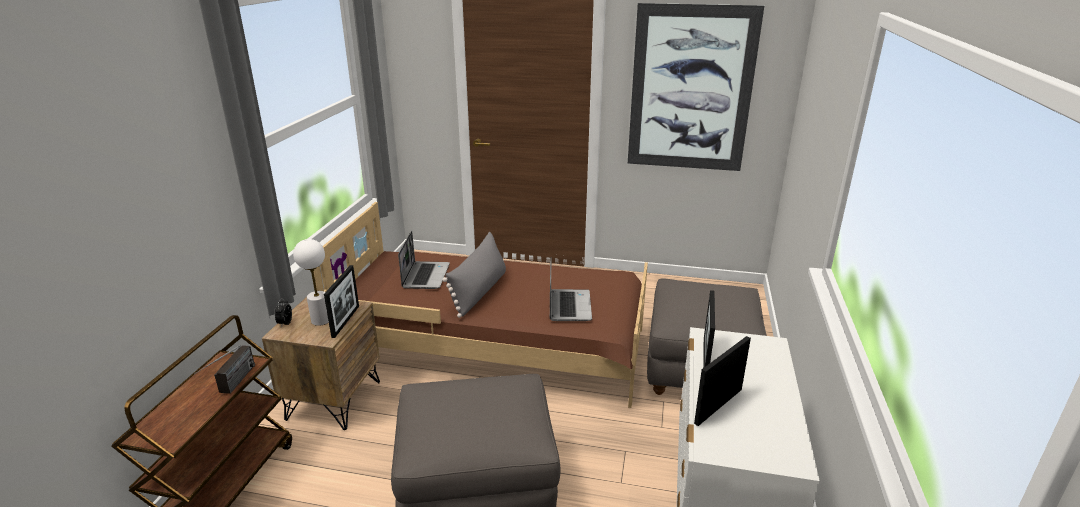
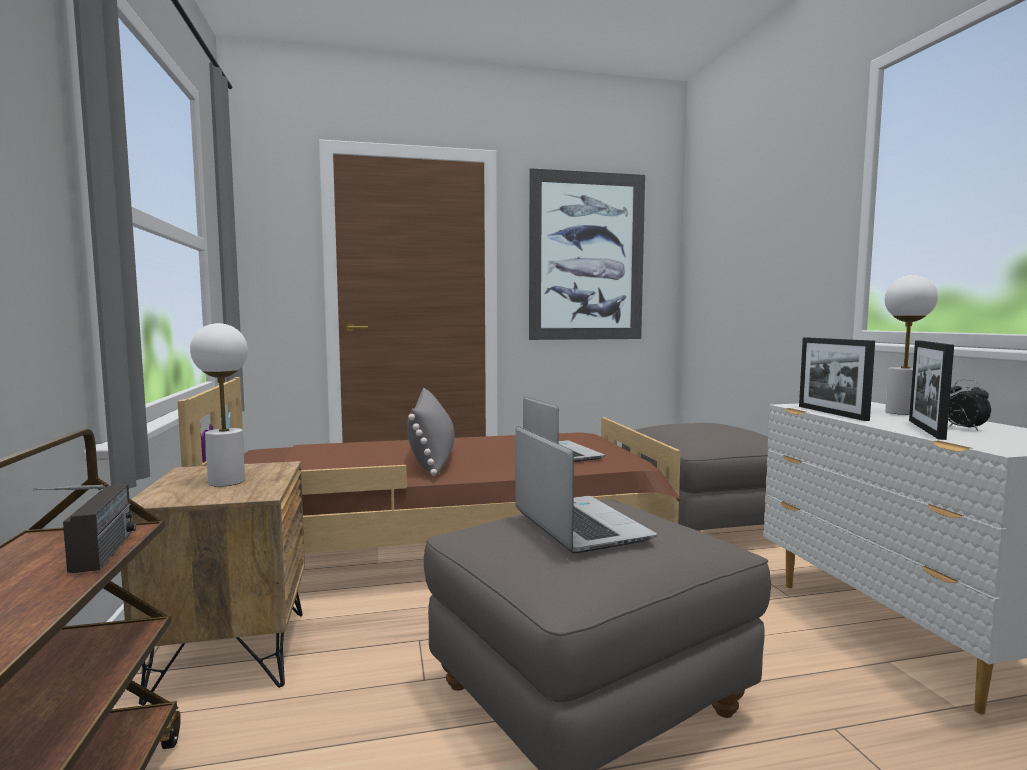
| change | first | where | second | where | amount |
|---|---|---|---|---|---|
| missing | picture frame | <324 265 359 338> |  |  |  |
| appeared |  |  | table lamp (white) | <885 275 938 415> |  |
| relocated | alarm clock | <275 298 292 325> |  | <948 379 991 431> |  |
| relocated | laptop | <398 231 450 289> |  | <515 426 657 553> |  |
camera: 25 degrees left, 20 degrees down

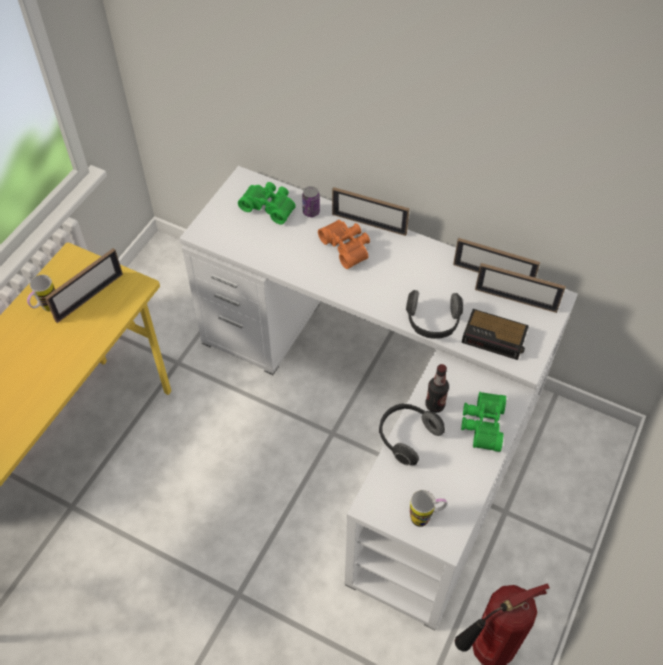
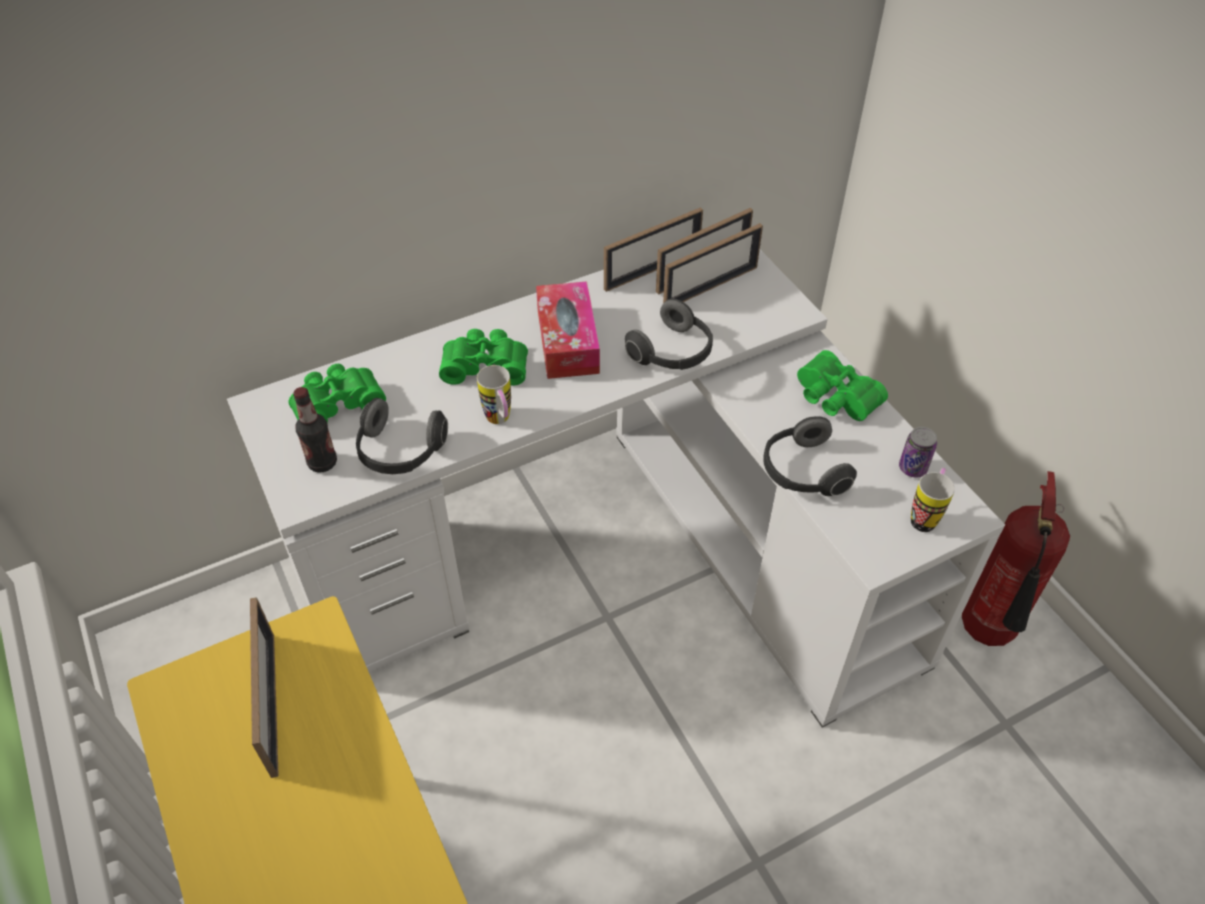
| change | first | where | second | where | amount |
|---|---|---|---|---|---|
| missing | alarm clock | <461 309 529 360> |  |  |  |
| appeared |  |  | headphones | <356 398 448 474> |  |
| appeared |  |  | tissue box | <536 281 600 379> |  |
| relocated | mug | <27 275 55 311> |  | <477 365 511 424> |  |
| relocated | can | <302 186 320 217> |  | <899 427 937 477> |  |
| relocated | picture frame | <332 187 410 236> |  | <663 223 763 303> |  |
| relocated | bottle | <425 364 449 413> |  | <293 387 337 473> |  |
| colour | binoculars (orange) | <318 220 370 269> | binoculars (green) | <439 329 528 386> |  |
camera: 55 degrees left, 5 degrees down

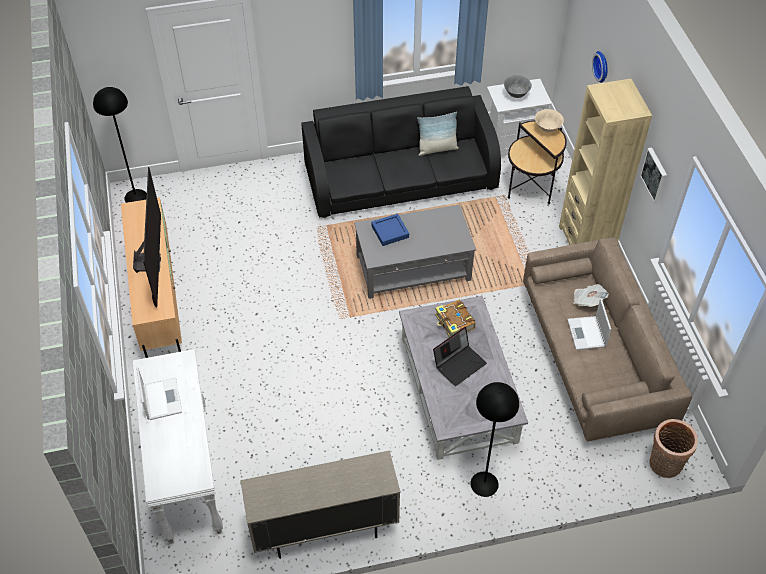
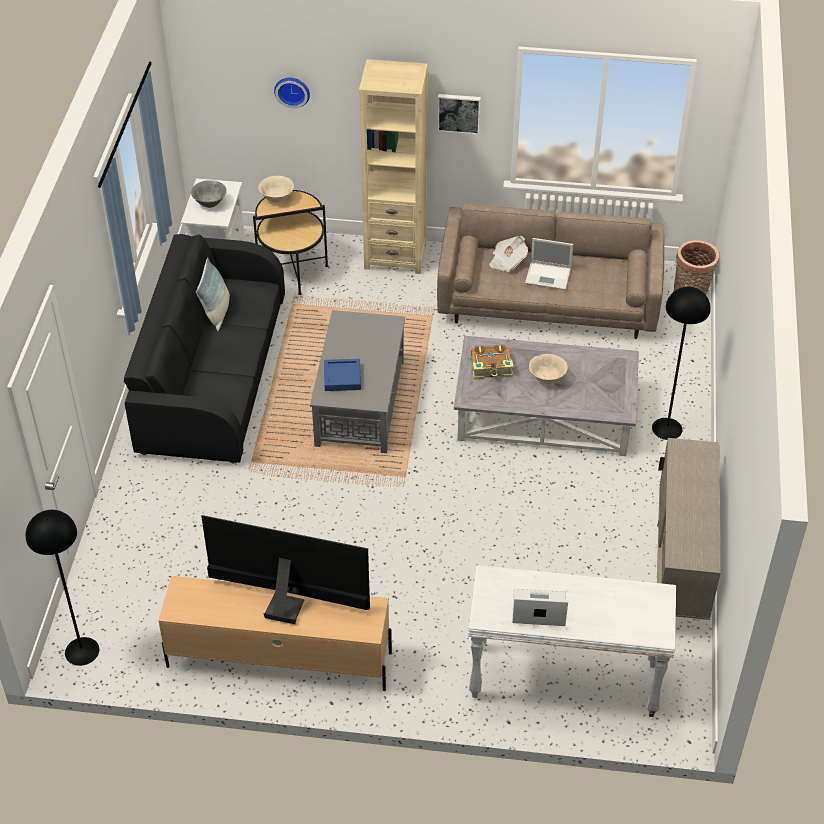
| change | first | where | second | where | amount |
|---|---|---|---|---|---|
| exchanged | laptop | <433 327 487 386> | bowl (beige) | <529 354 568 384> |  |
camera: 70 degrees left, 5 degrees down

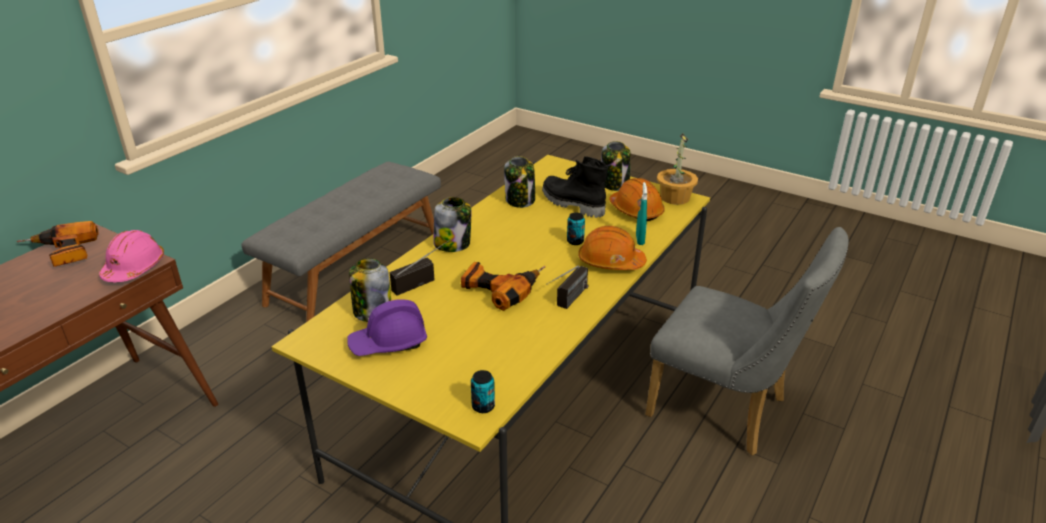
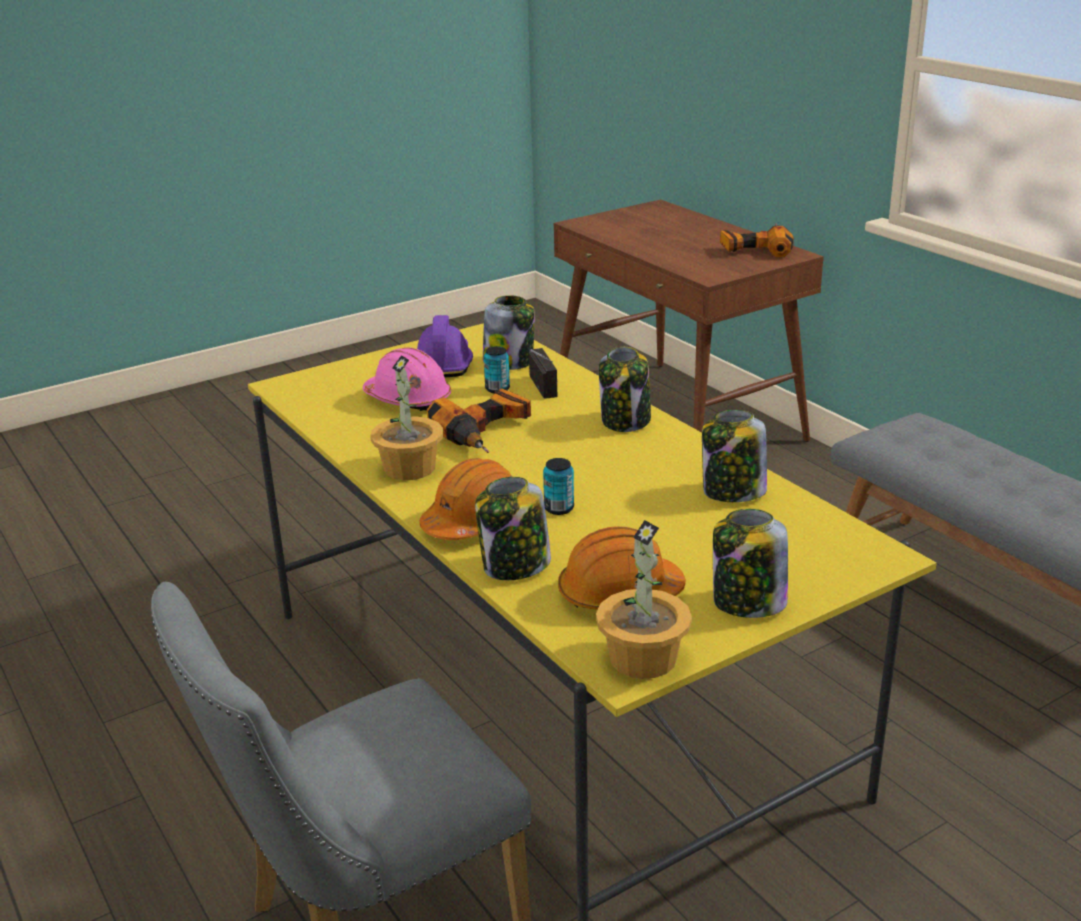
| change | first | where | second | where | amount |
|---|---|---|---|---|---|
| missing | boot (black) | <542 156 608 218> |  |  |  |
| relocated | hard hat (pink) | <99 230 164 282> |  | <363 348 451 411> |  |
| relocated | can | <471 370 495 413> |  | <484 346 510 393> |  |
| exchanged | radio | <546 266 589 309> | potted plant | <370 355 443 480> |  |
| exchanged | spray bottle (turquoise) | <636 182 647 245> | jar | <475 477 551 580> |  |
camera: 115 degrees right, 5 degrees down

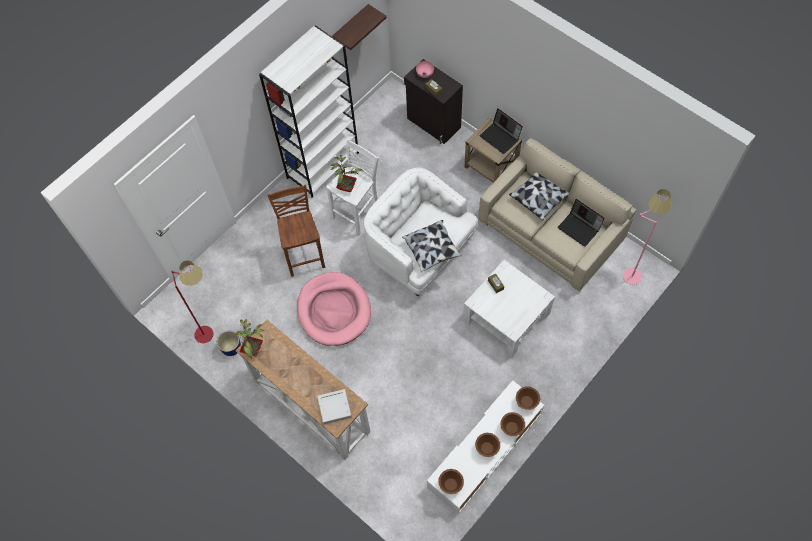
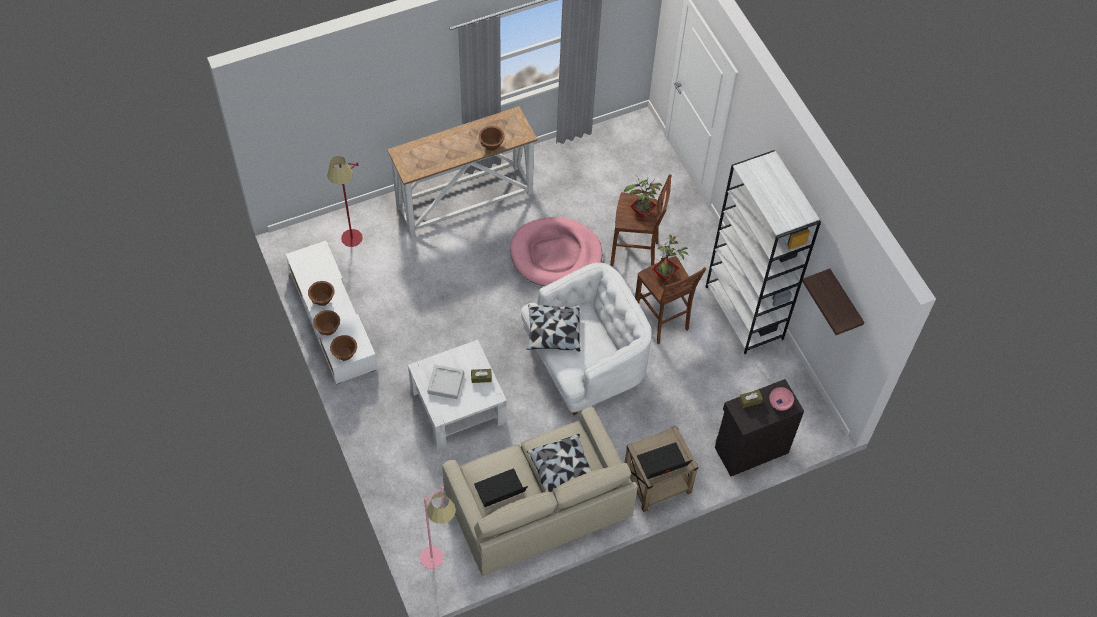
| change | first | where | second | where | amount |
|---|---|---|---|---|---|
| missing | planter | <217 331 241 356> |  |  |  |
| relocated | floor lamp (red) | <171 260 213 343> |  | <327 156 363 247> |  |
| relocated | potted plant | <236 319 265 359> |  | <624 177 662 218> |  |
| relocated | tray (grey) | <317 389 352 424> |  | <427 365 464 399> |  |
| relocated | bowl (brown) | <439 469 464 494> |  | <479 126 505 151> |  |
| colour | stool (white) | <326 139 379 235> | stool (brown) | <635 256 706 344> |  |
camera: 110 degrees right, 5 degrees down

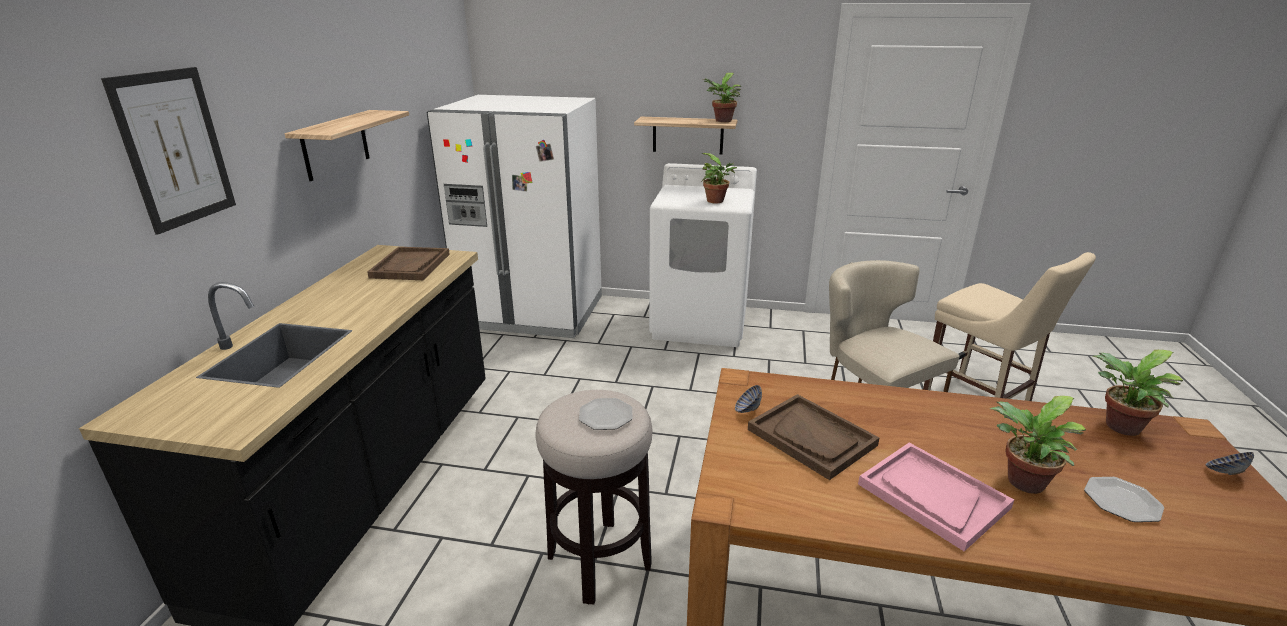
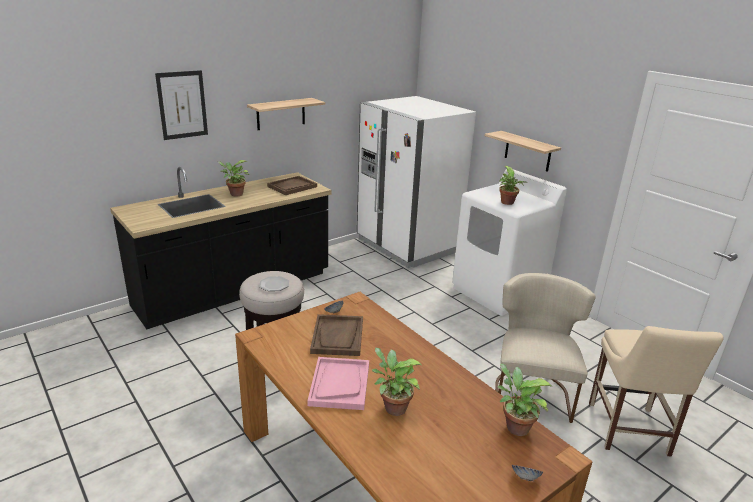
| change | first | where | second | where | amount |
|---|---|---|---|---|---|
| missing | plate | <1084 477 1164 522> |  |  |  |
| relocated | potted plant | <703 73 741 122> |  | <218 160 249 197> |  |
camera: 40 degrees right, 0 degrees up

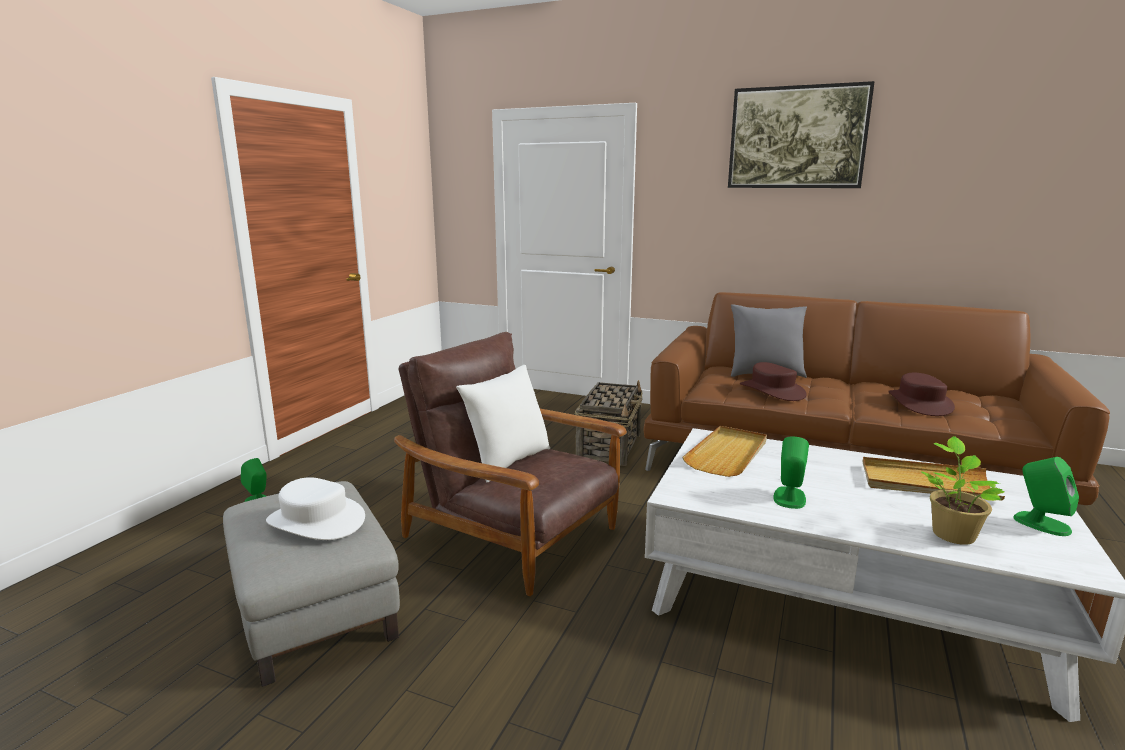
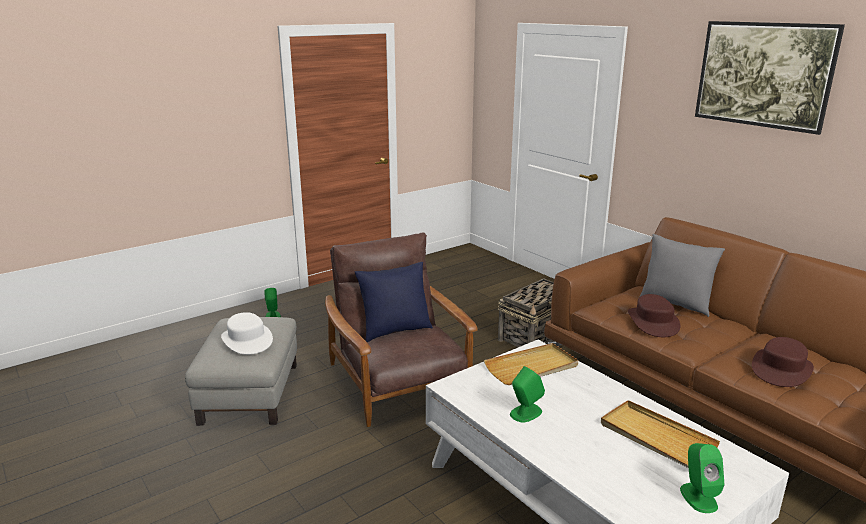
| change | first | where | second | where | amount |
|---|---|---|---|---|---|
| missing | potted plant | <921 436 1004 545> |  |  |  |
| colour | pillow (white) | <456 365 550 482> | pillow (blue) | <355 262 433 342> |  |
camera: 30 degrees right, 5 degrees up

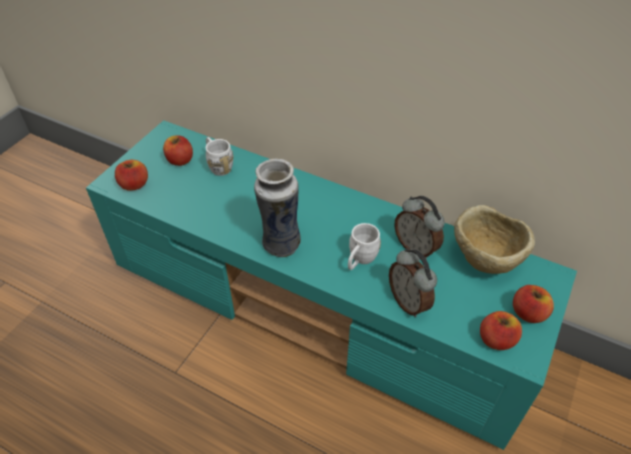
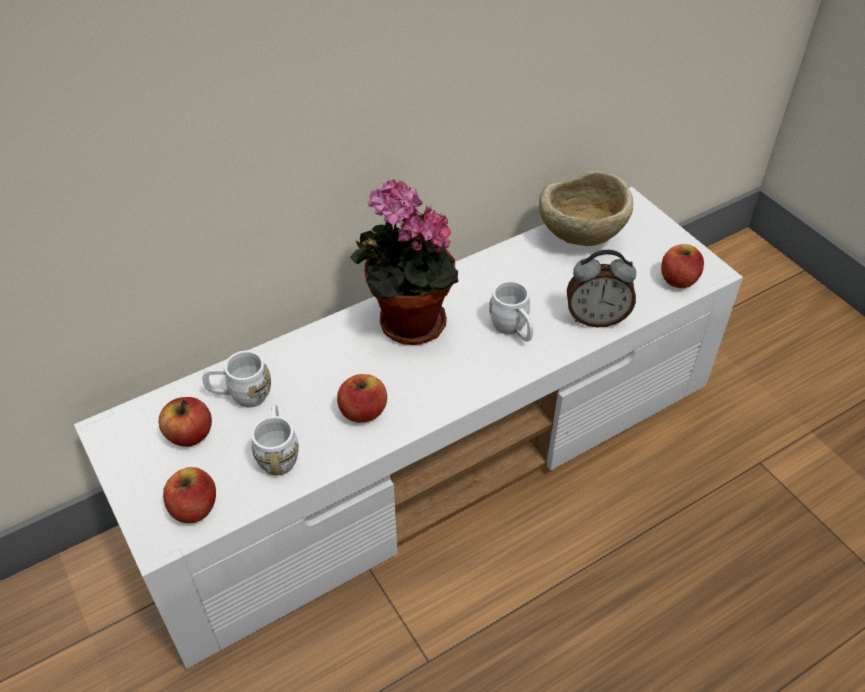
| change | first | where | second | where | amount |
|---|---|---|---|---|---|
| missing | vase | <254 159 301 257> |  |  |  |
| missing | alarm clock | <394 196 445 259> |  |  |  |
| appeared |  |  | mug (white) | <251 404 299 476> |  |
| appeared |  |  | potted plant | <350 180 459 345> |  |
| relocated | apple | <513 285 554 323> |  | <337 374 387 423> |  |
| colour | tv stand (turquoise) | <86 120 577 450> | tv stand (white) | <74 187 743 669> |  |
camera: 60 degrees left, 0 degrees up

